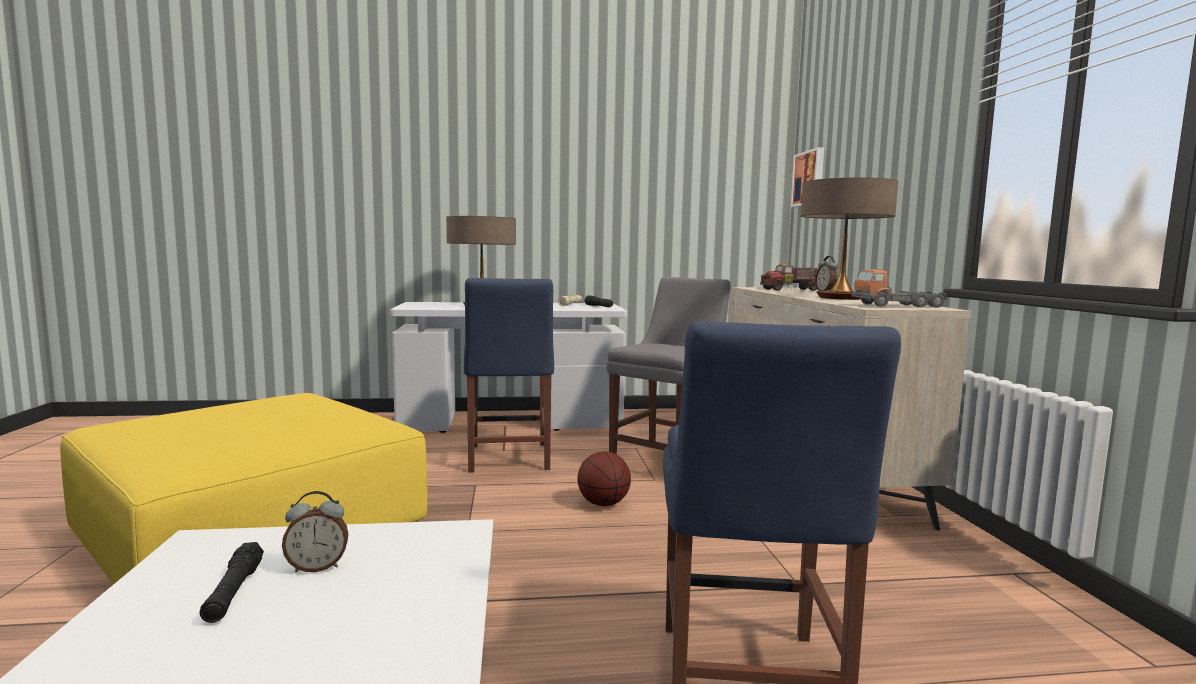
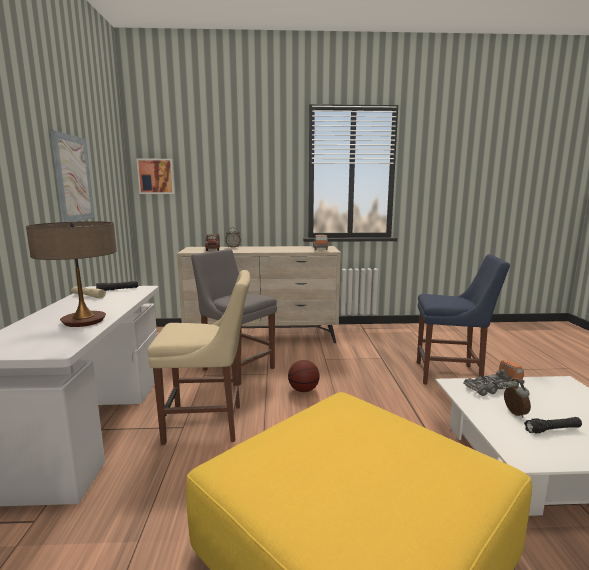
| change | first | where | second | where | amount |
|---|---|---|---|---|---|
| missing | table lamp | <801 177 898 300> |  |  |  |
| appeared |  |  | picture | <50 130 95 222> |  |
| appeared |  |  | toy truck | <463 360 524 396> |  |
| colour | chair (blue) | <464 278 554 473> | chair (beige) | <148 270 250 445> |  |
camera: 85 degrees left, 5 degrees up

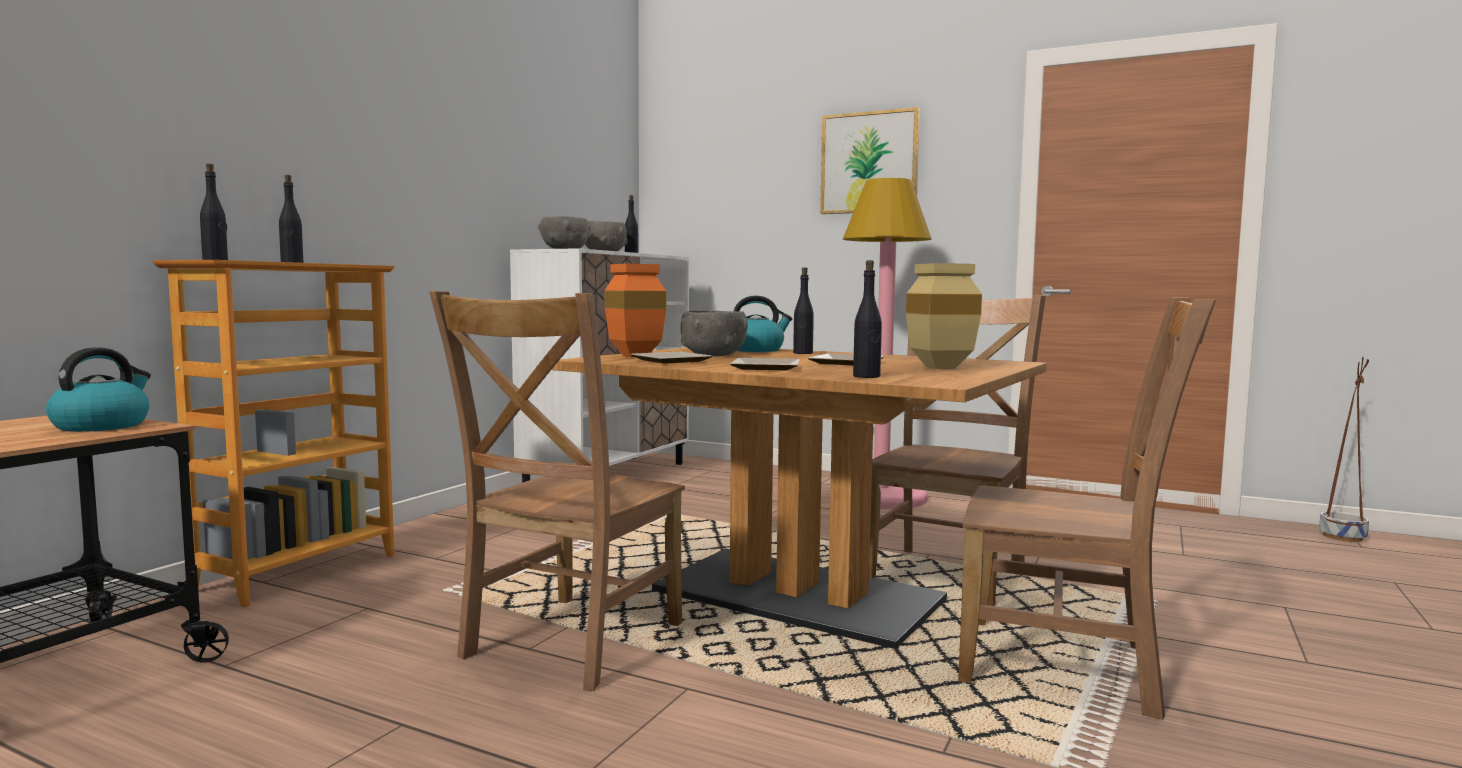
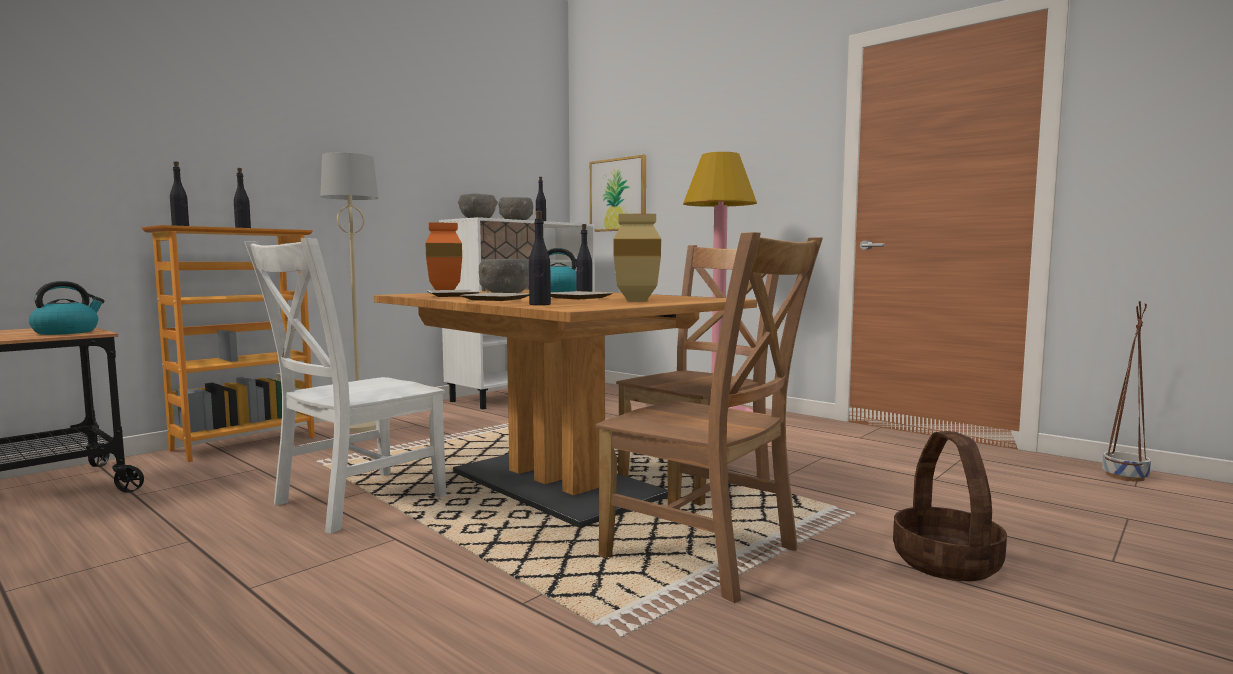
| change | first | where | second | where | amount |
|---|---|---|---|---|---|
| appeared |  |  | floor lamp (beige) | <320 152 378 432> |  |
| appeared |  |  | basket | <893 431 1007 581> |  |
| relocated | picture | <820 107 920 214> |  | <590 155 646 232> |  |
| colour | chair (brown) | <429 291 685 691> | chair (white) | <244 238 446 534> |  |
camera: 15 degrees right, 0 degrees up

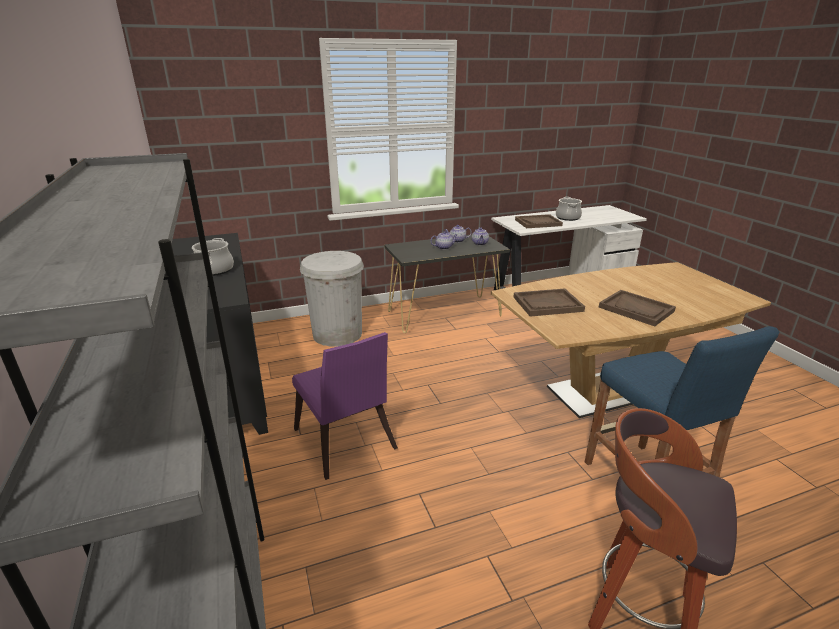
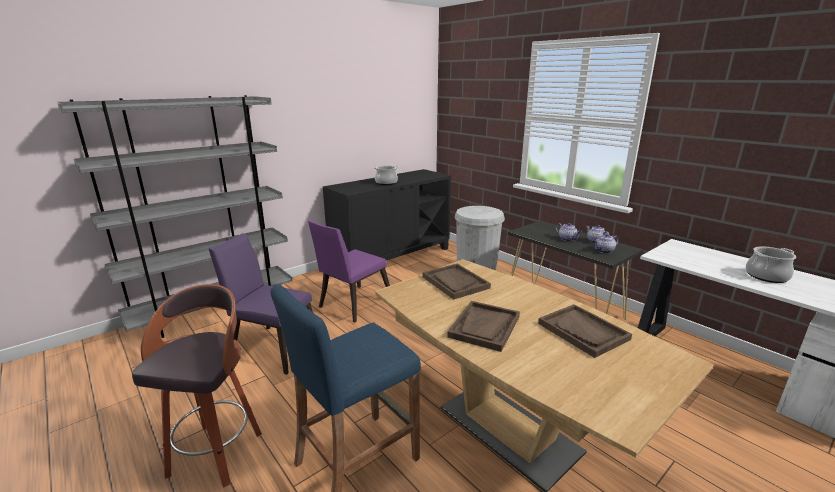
| change | first | where | second | where | amount |
|---|---|---|---|---|---|
| appeared |  |  | chair (purple) | <209 233 313 375> |  |
| relocated | tray (brown) | <515 214 563 228> |  | <538 304 632 358> |  |
camera: 70 degrees right, 5 degrees down

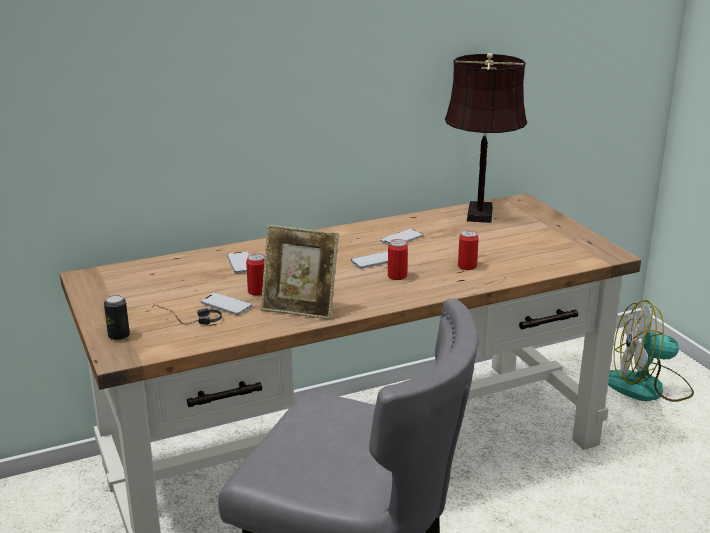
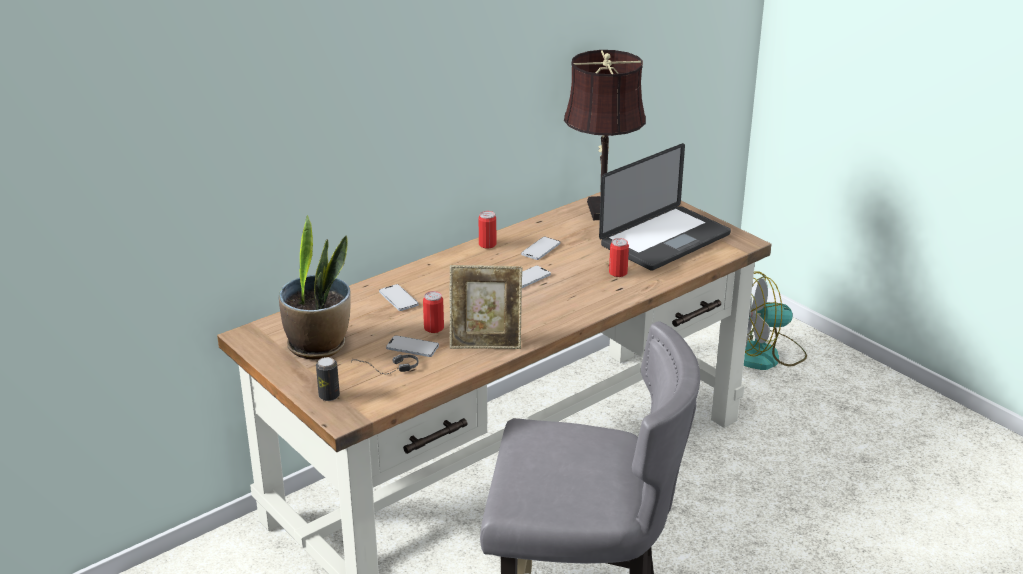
| change | first | where | second | where | amount |
|---|---|---|---|---|---|
| appeared |  |  | potted plant | <279 215 351 359> |  |
| appeared |  |  | laptop | <599 143 731 271> |  |
| relocated | can | <388 239 408 280> |  | <479 211 497 249> |  |
camera: 15 degrees left, 5 degrees up

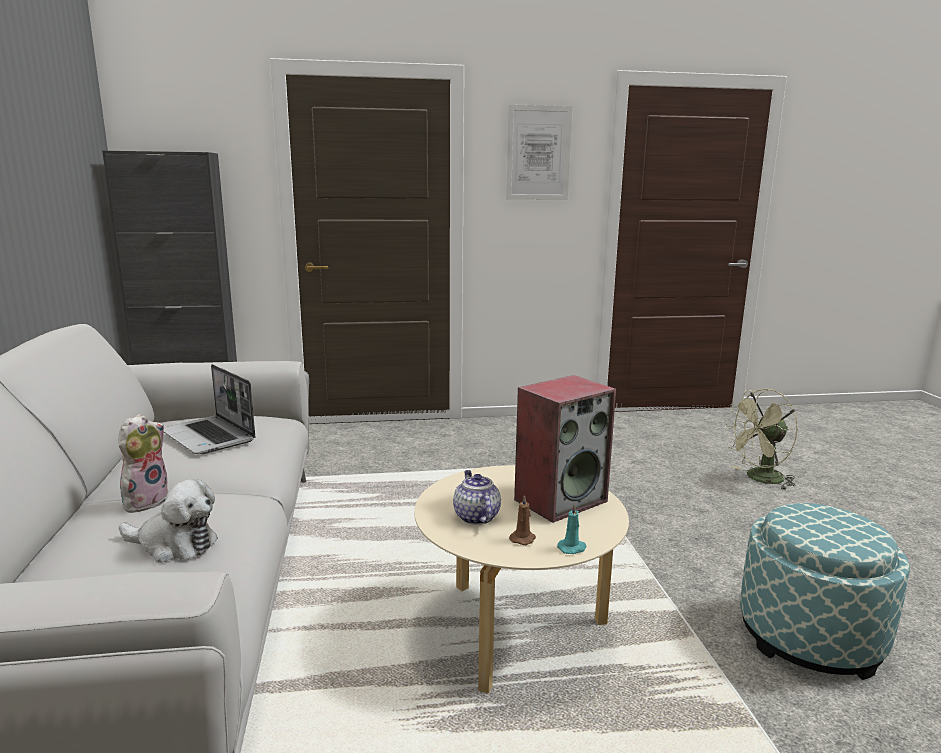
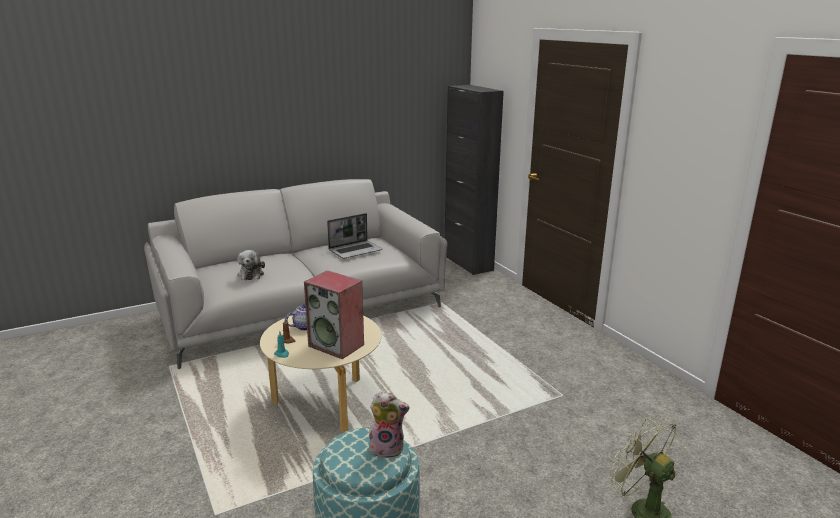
| change | first | where | second | where | amount |
|---|---|---|---|---|---|
| missing | picture | <506 105 572 200> |  |  |  |
| relocated | plush toy | <118 414 168 513> |  | <369 392 410 458> |  |
| spun | laptop | <164 364 255 454> |  | <327 213 382 259> | 150 degrees counterclockwise |
camera: 70 degrees right, 5 degrees up

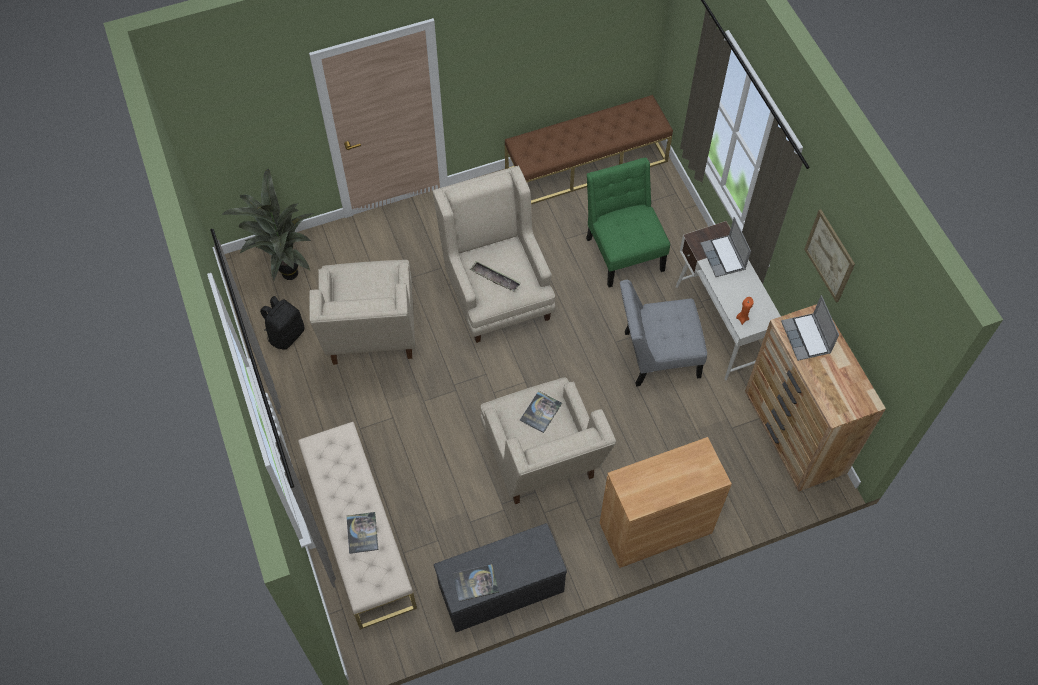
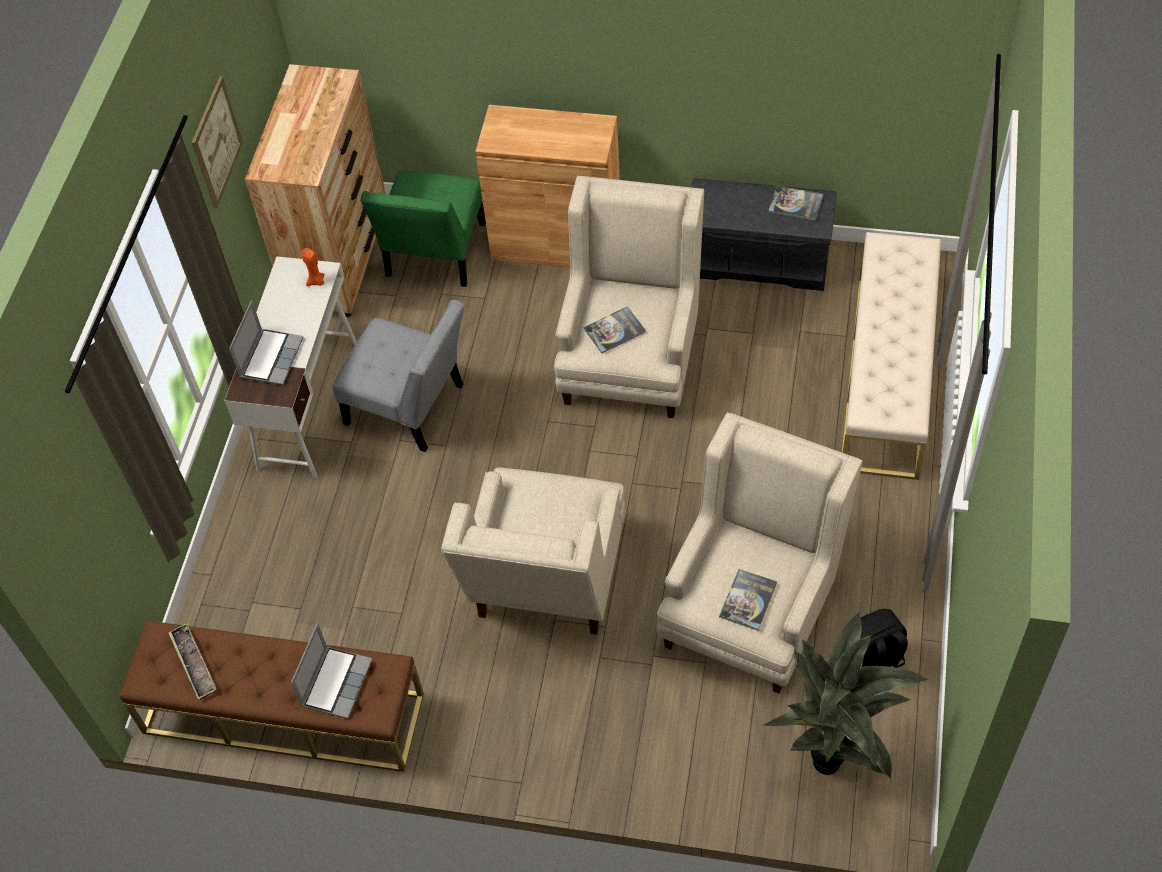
| change | first | where | second | where | amount |
|---|---|---|---|---|---|
| relocated | book | <347 512 378 554> |  | <719 569 777 630> |  |
| relocated | tray | <470 261 521 292> |  | <168 623 217 699> |  |
| relocated | chair (green) | <586 157 670 287> |  | <361 170 486 287> |  |
| relocated | laptop | <781 295 839 361> |  | <291 623 373 719> |  |
camera: 145 degrees left, 5 degrees down

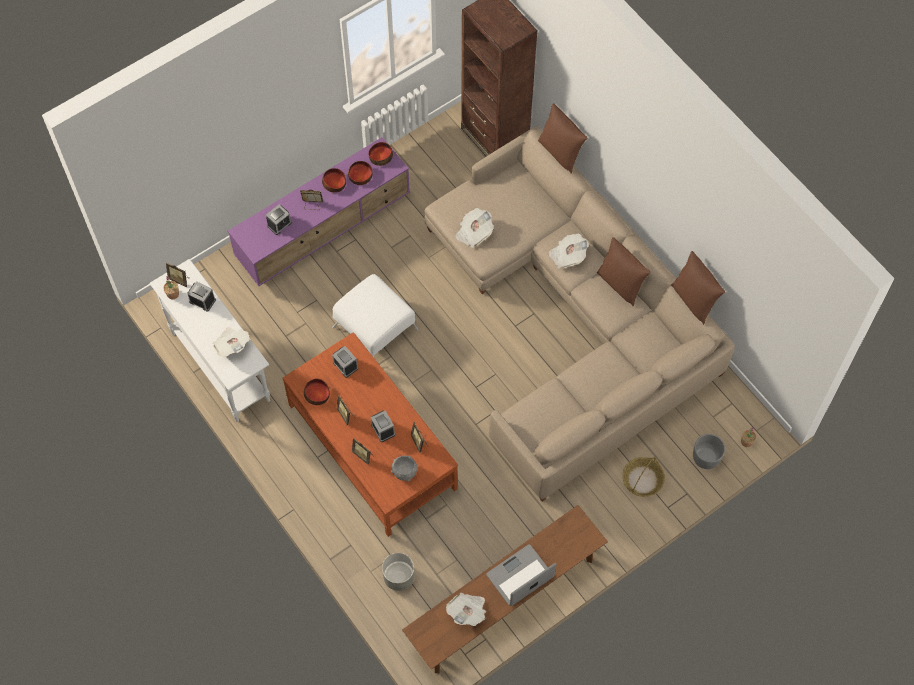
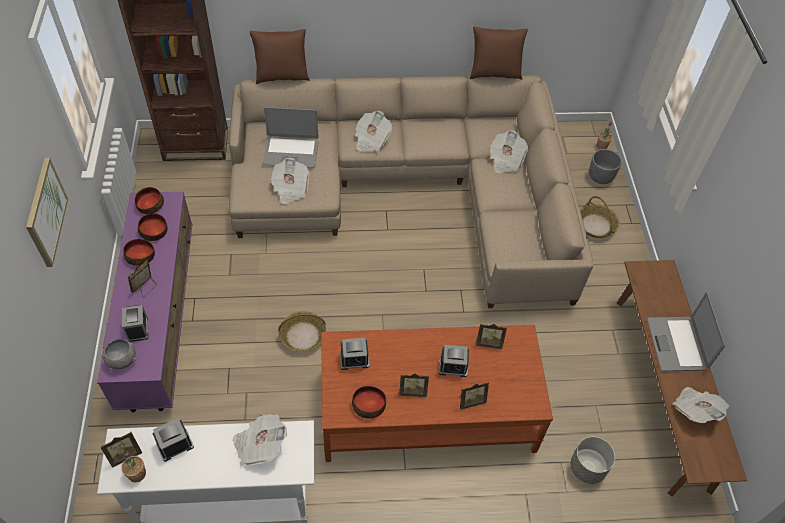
| change | first | where | second | where | amount |
|---|---|---|---|---|---|
| missing | pillow (brown) | <597 237 651 306> |  |  |  |
| appeared |  |  | picture | <26 158 68 267> |  |
| appeared |  |  | laptop | <262 107 319 168> |  |
| appeared |  |  | newspaper | <489 130 528 173> |  |
| relocated | bowl (grey) | <391 456 417 482> |  | <102 339 136 370> |  |
| exchanged | ottoman (white) | <332 274 419 356> | basket | <278 311 326 352> |  |
camera: 60 degrees left, 10 degrees down

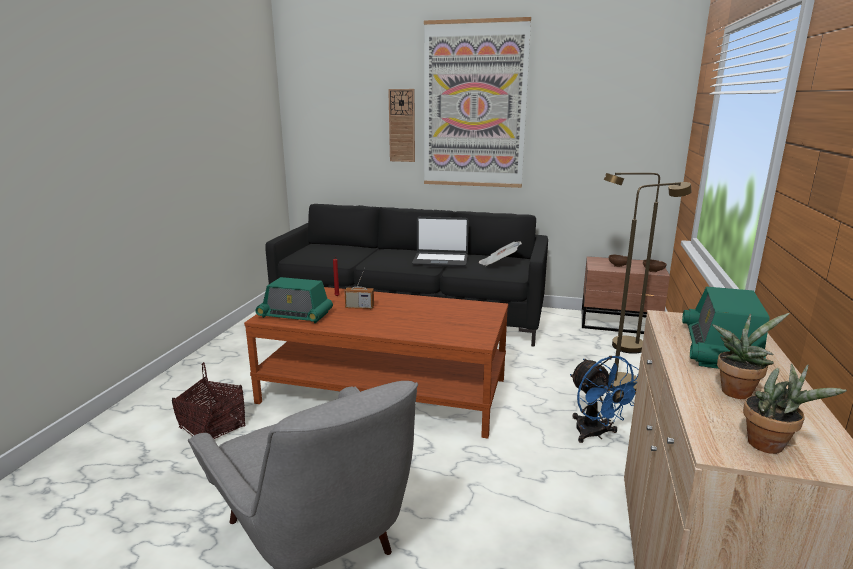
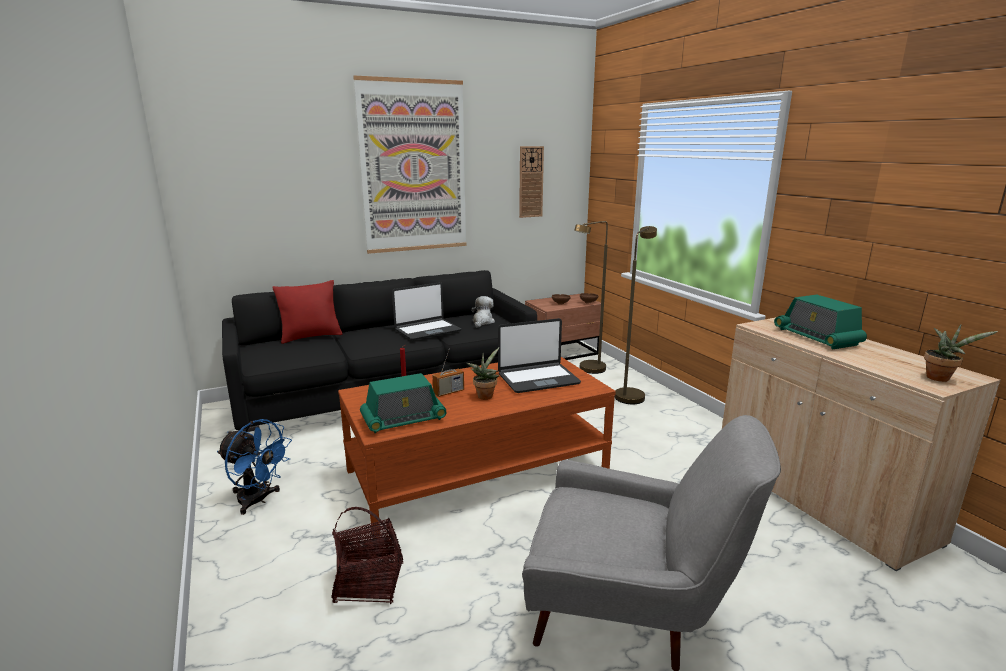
| change | first | where | second | where | amount |
|---|---|---|---|---|---|
| appeared |  |  | pillow (red) | <272 280 342 344> |  |
| appeared |  |  | laptop | <498 318 581 393> |  |
| relocated | wall clock | <388 89 415 162> |  | <519 146 544 218> |  |
| relocated | fan (blue) | <570 356 639 443> |  | <217 419 292 515> |  |
| relocated | potted plant | <712 313 790 399> |  | <467 347 500 400> |  |
| exchanged | newspaper | <479 241 522 266> | plush toy | <471 296 495 327> |  |
camera: 40 degrees left, 0 degrees up

